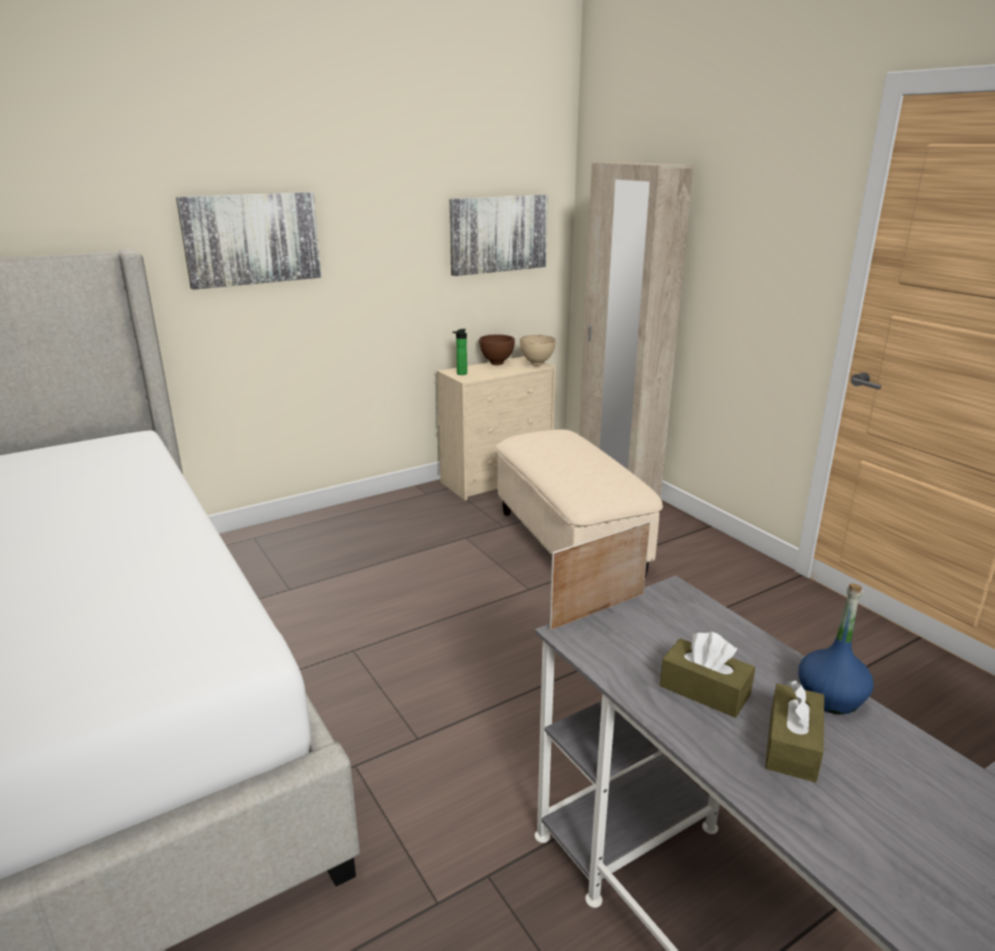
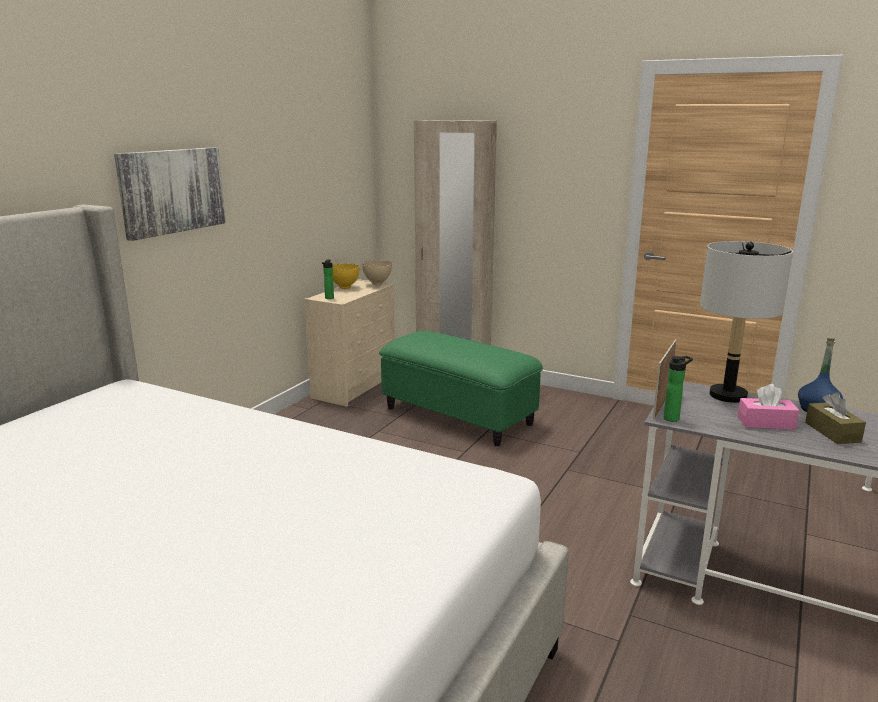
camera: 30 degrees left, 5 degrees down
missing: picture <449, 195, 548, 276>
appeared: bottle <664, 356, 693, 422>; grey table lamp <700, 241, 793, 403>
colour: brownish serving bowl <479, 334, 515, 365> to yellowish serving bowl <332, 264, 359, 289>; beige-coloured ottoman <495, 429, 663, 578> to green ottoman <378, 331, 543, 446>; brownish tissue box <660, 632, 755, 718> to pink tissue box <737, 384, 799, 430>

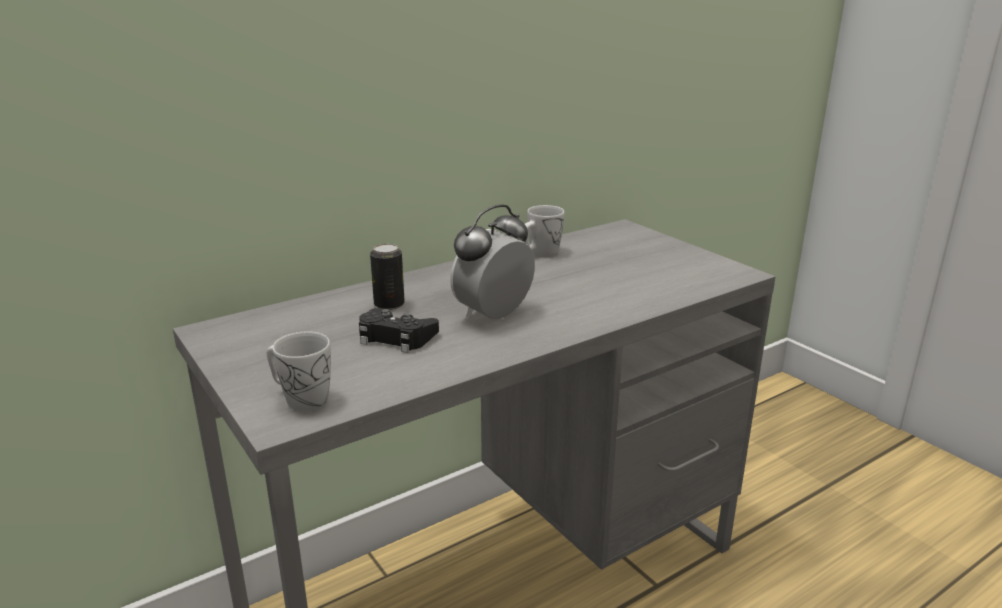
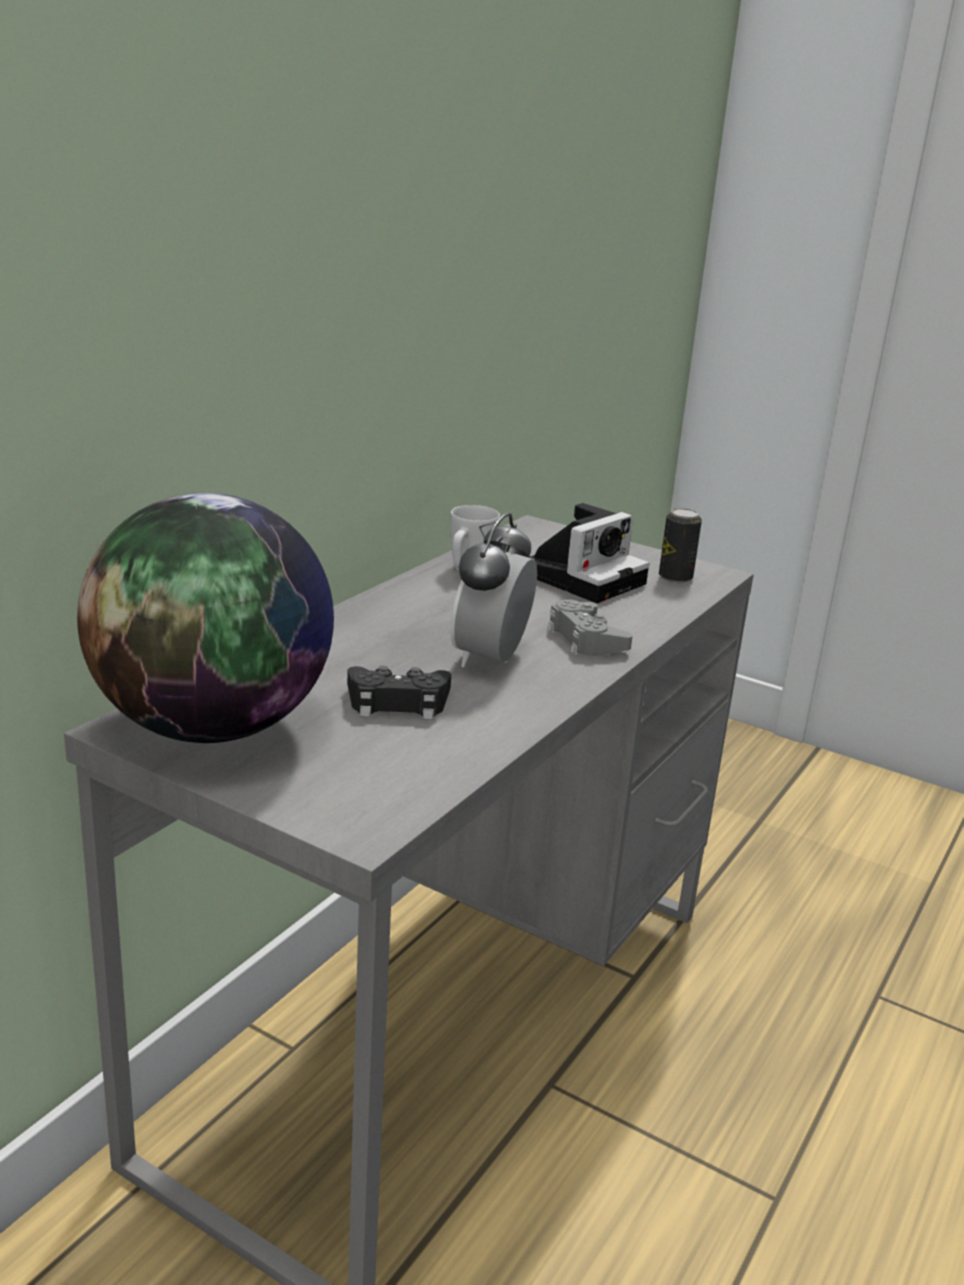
camera: 25 degrees left, 0 degrees up
missing: white-coloured tea mug <266, 331, 331, 411>
appeared: globe <77, 493, 334, 743>; photo camera <529, 503, 649, 603>; grey gamepad <547, 599, 633, 656>
relocated: sealed can <370, 244, 405, 310> to <659, 508, 702, 583>

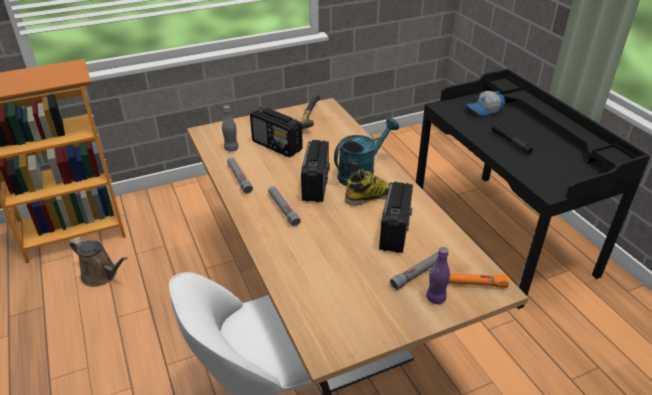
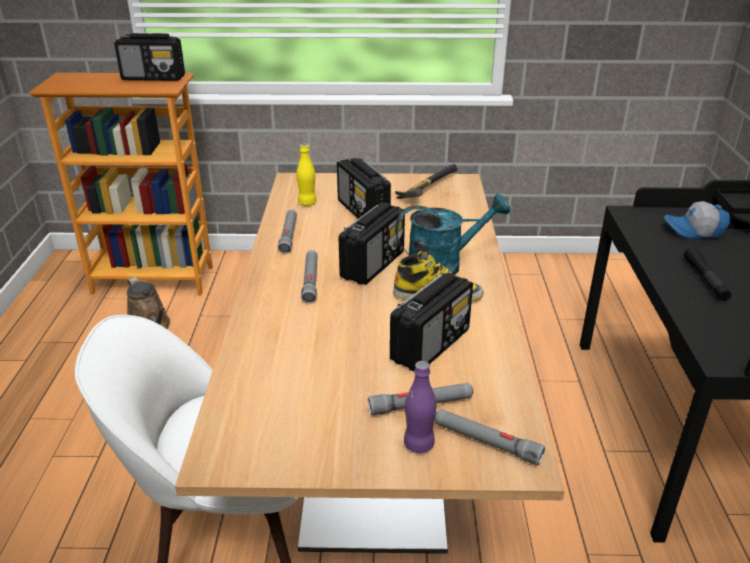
camera: 25 degrees right, 5 degrees down
appeared: radio set <114, 33, 185, 81>
colour: grey bottle <222, 105, 239, 152> to yellowish bottle <296, 144, 317, 206>; orangey torch <448, 273, 509, 288> to grey torch <434, 409, 545, 465>

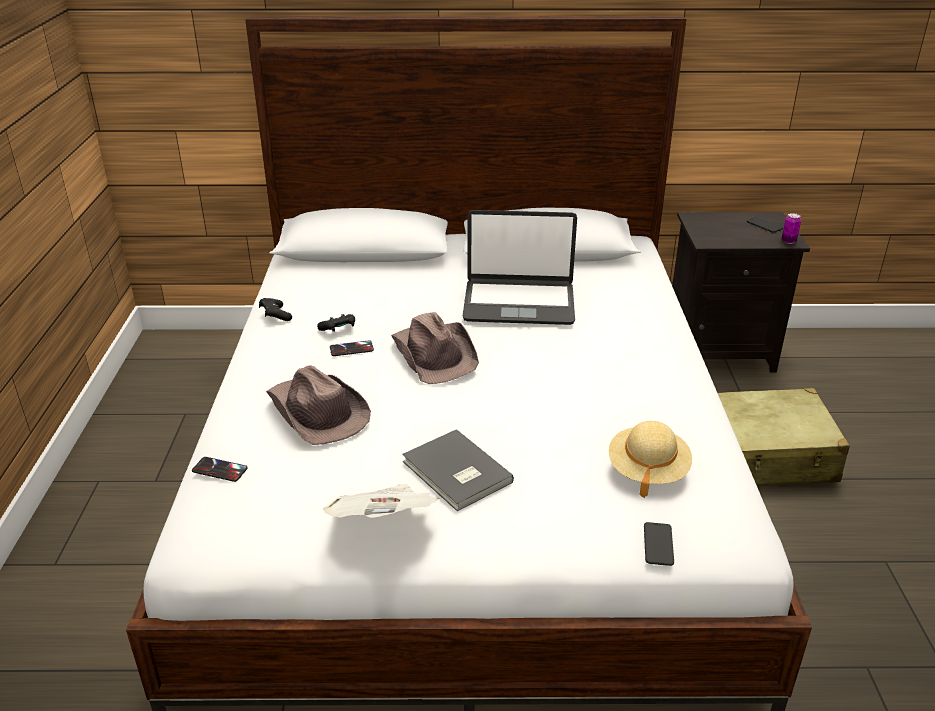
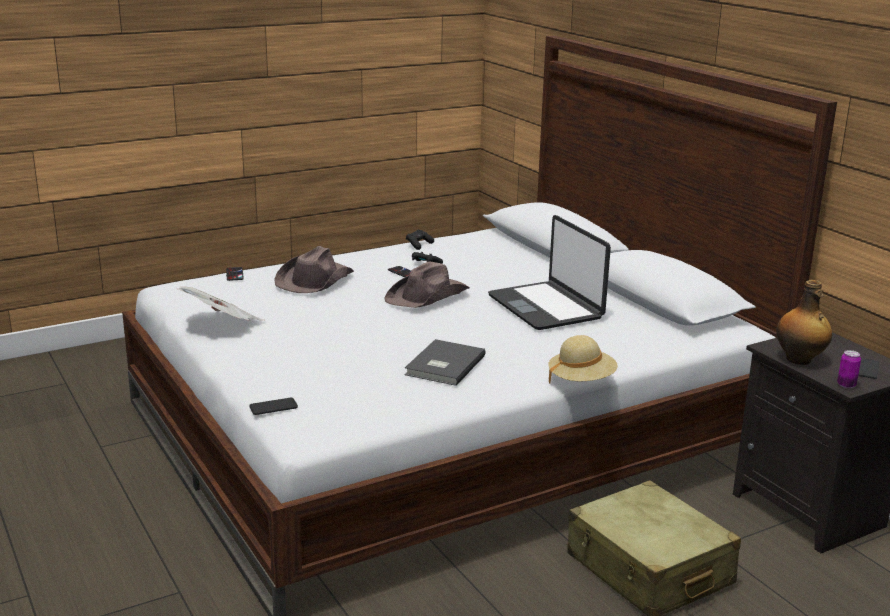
camera: 60 degrees right, 10 degrees down
appeared: bottle <776, 280, 832, 365>
relocated: grey bound book <402, 429, 514, 511> to <405, 339, 486, 386>; beige-coloured clothing hat <609, 421, 692, 498> to <548, 335, 618, 384>

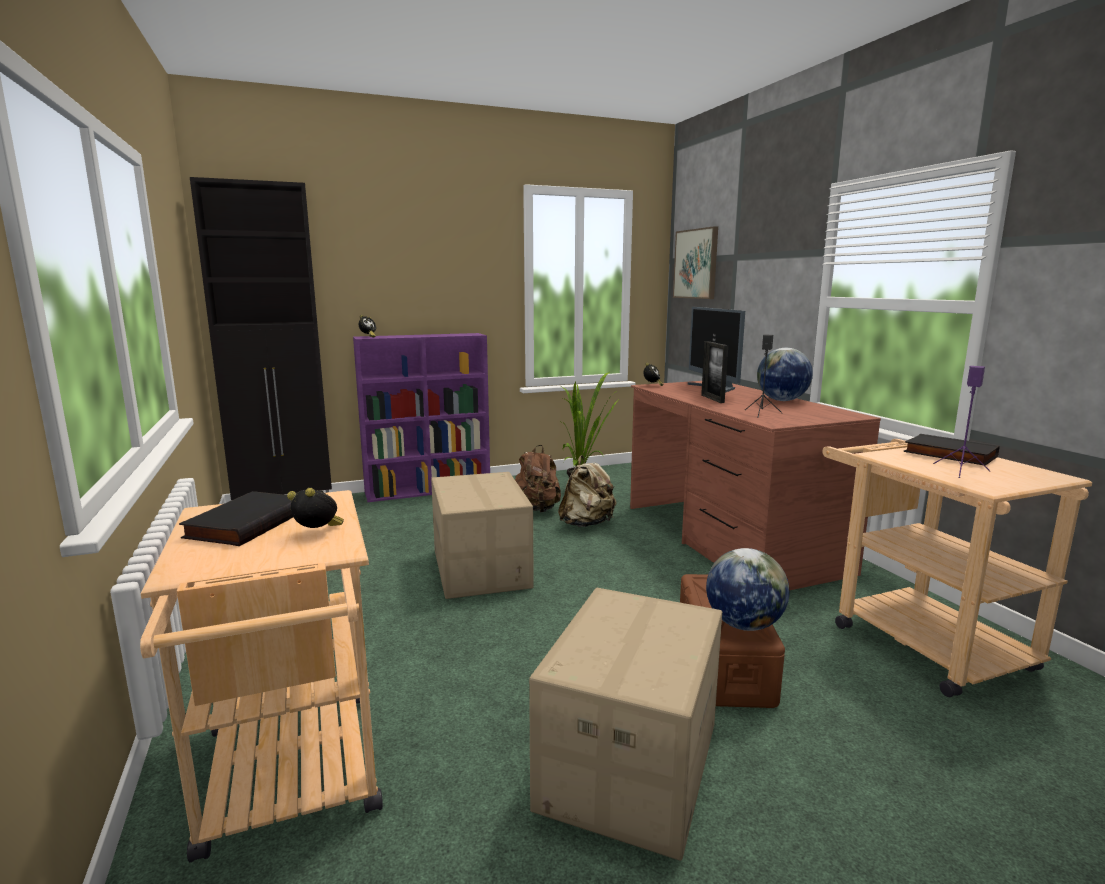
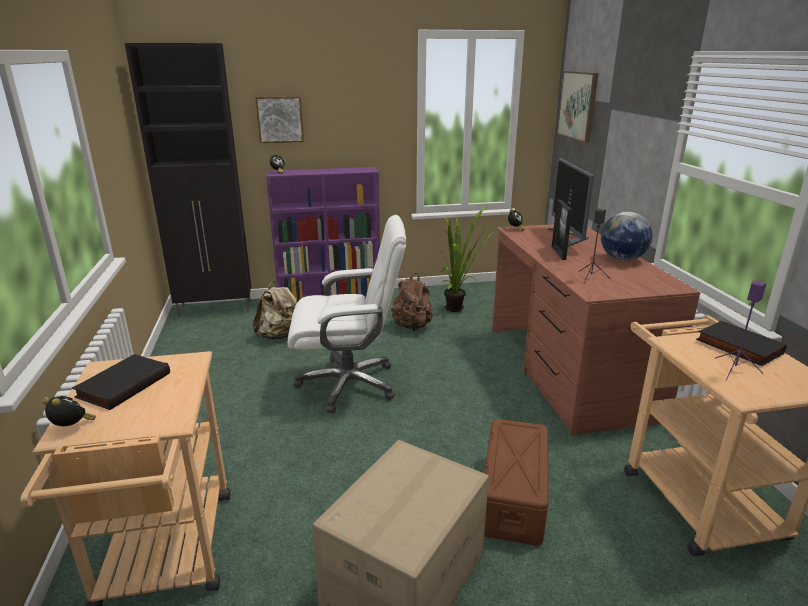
camera: 10 degrees right, 10 degrees up
missing: globe <706, 548, 790, 631>
appeared: picture <255, 96, 304, 143>
relocated: bedside clock <287, 488, 344, 528> to <42, 396, 96, 426>; beige-coloured rucksack <558, 455, 617, 527> to <253, 281, 296, 340>
exchanged: packing box <431, 472, 534, 599> to white-coloured computer chair <288, 215, 406, 413>

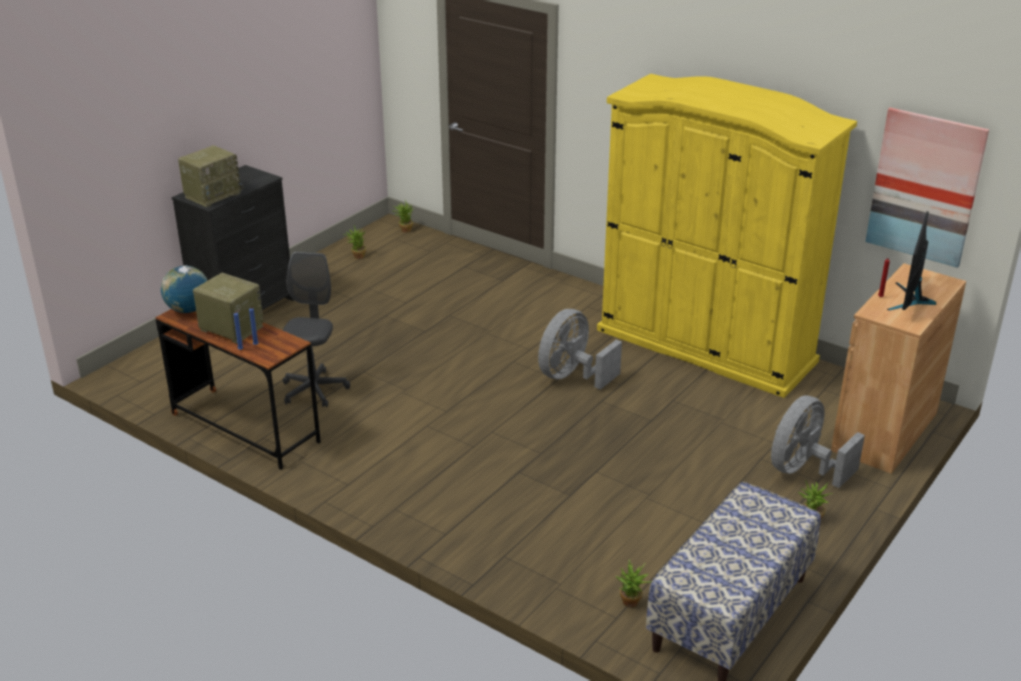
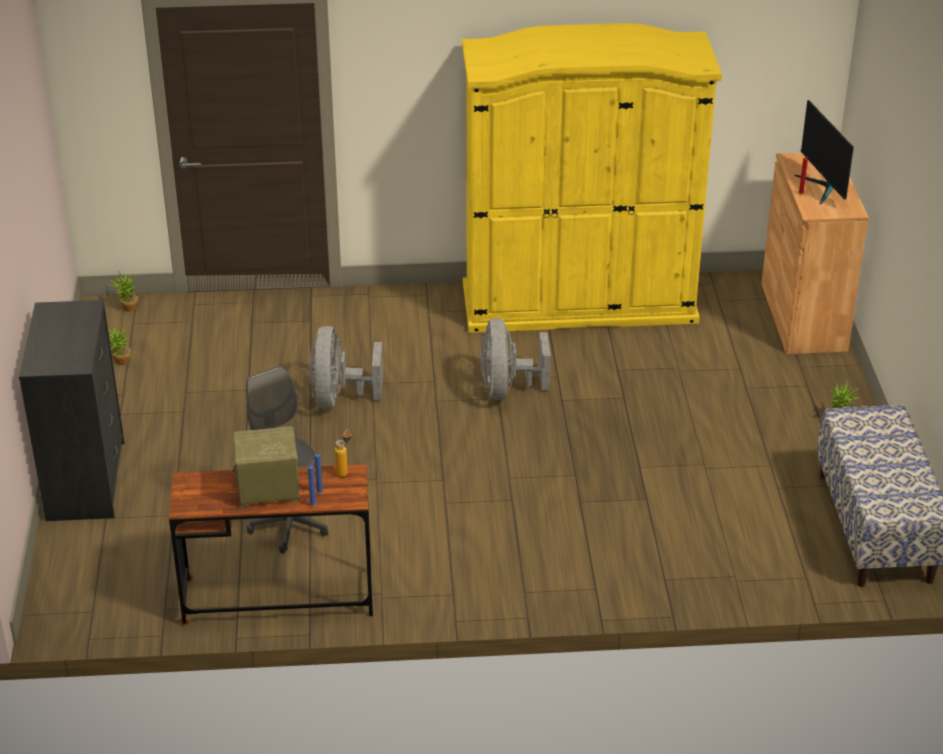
camera: 40 degrees left, 5 degrees up
missing: globe <161, 265, 208, 313>; radio set <178, 145, 243, 207>; houseplant <616, 560, 651, 608>; picture <865, 108, 989, 268>
appeared: bottle <335, 429, 351, 477>
relocated: grey fan <771, 395, 865, 488> to <309, 326, 383, 408>

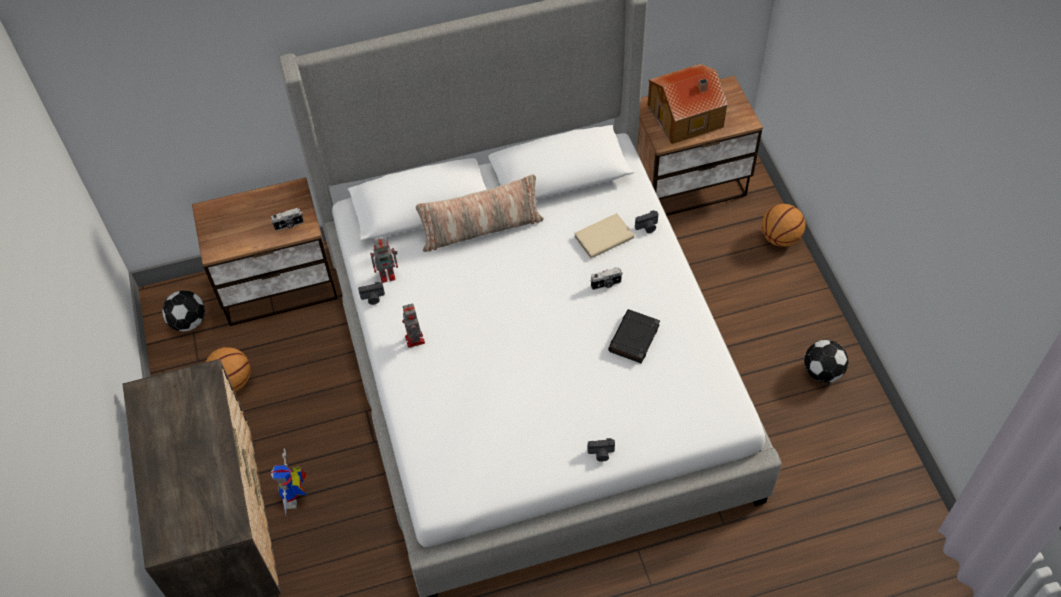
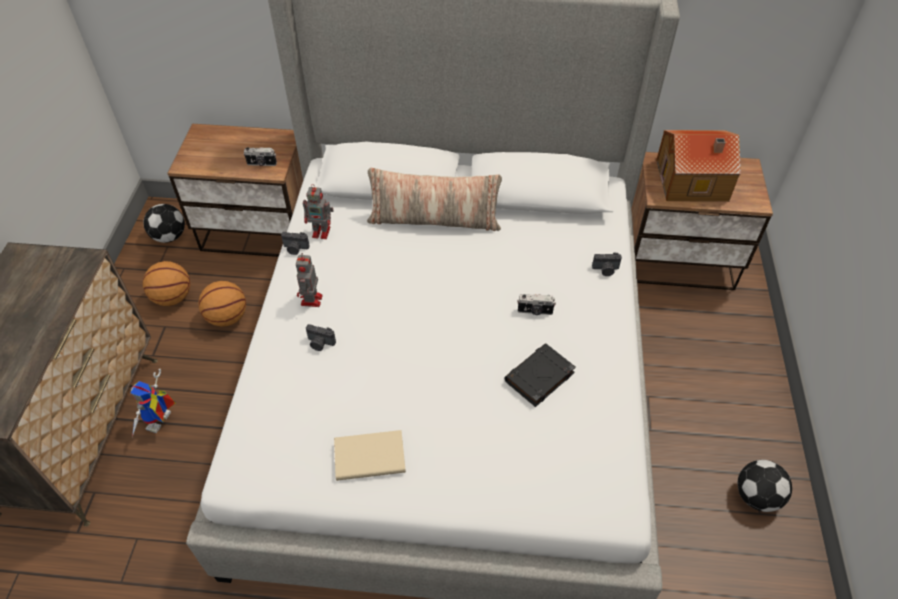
camera: 20 degrees right, 5 degrees down
relocated: ball for basketball <762, 204, 805, 247> to <198, 281, 246, 327>; photo camera <587, 438, 615, 462> to <306, 324, 336, 351>; beige-coloured bound book <574, 213, 634, 259> to <334, 430, 406, 481>

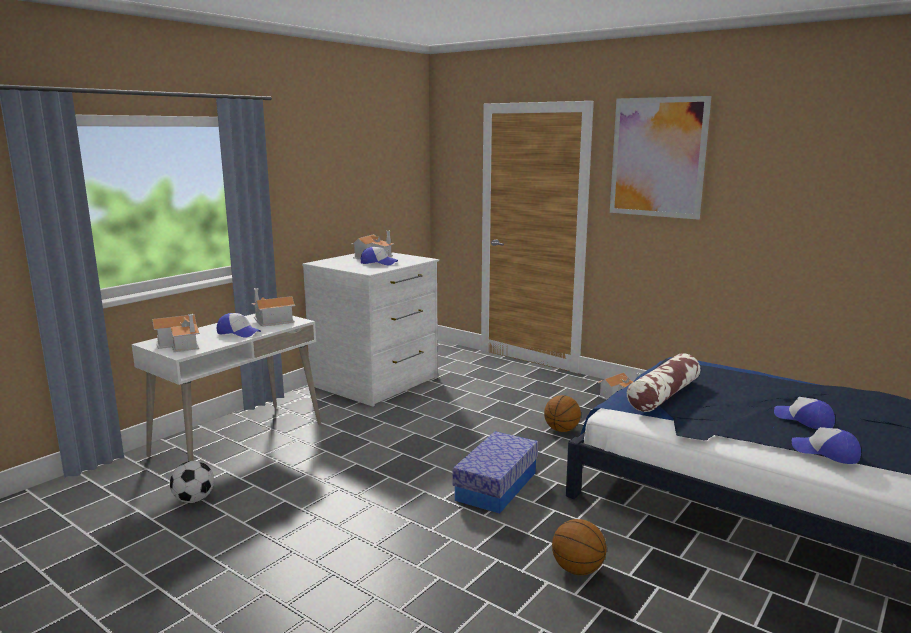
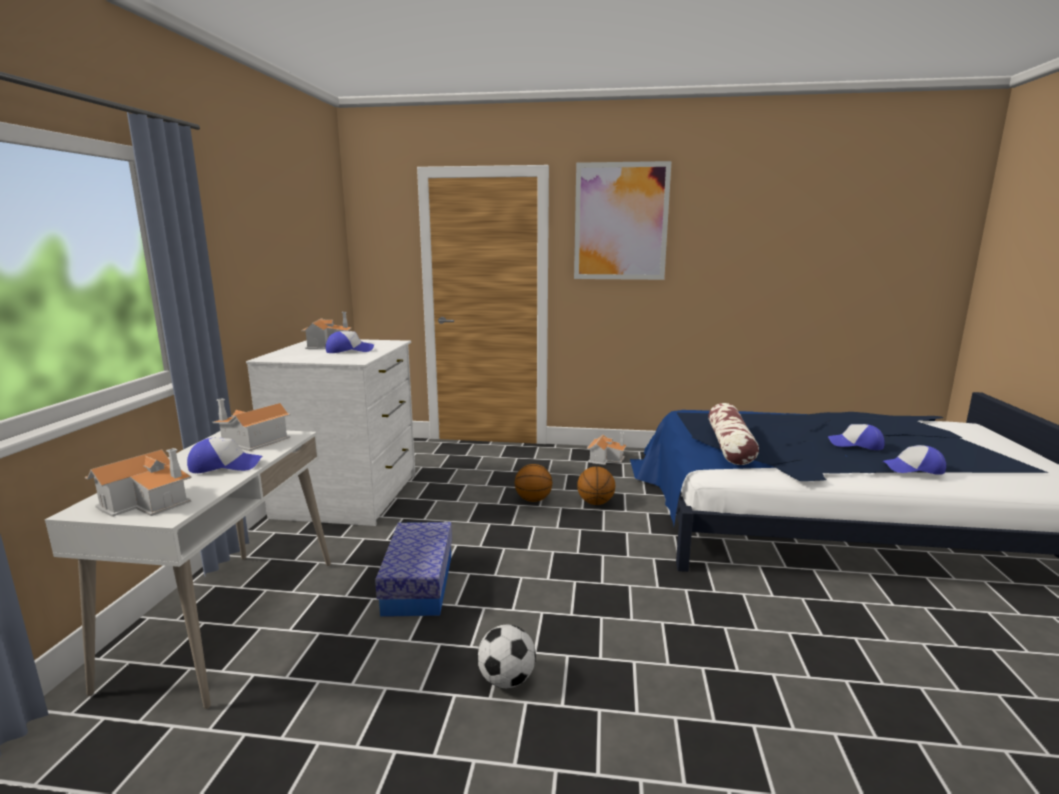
camera: 30 degrees left, 0 degrees up
relocated: storage box <453, 431, 538, 514> to <375, 522, 452, 617>; football ball <170, 461, 214, 503> to <477, 625, 536, 688>; ball for basketball <552, 519, 607, 575> to <515, 464, 552, 502>

